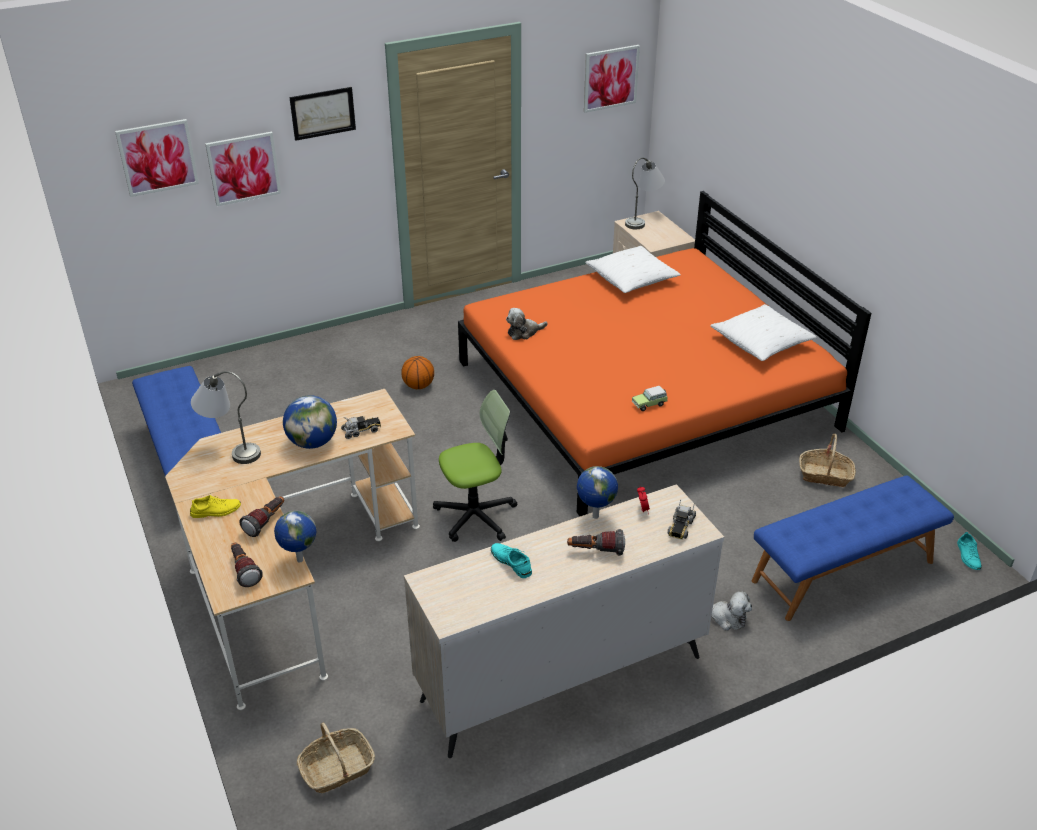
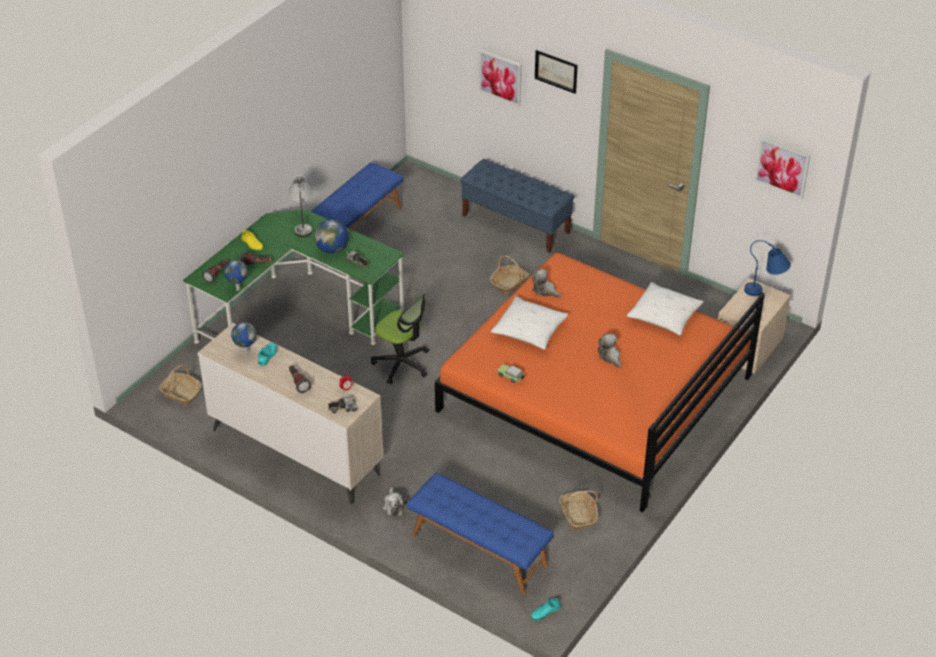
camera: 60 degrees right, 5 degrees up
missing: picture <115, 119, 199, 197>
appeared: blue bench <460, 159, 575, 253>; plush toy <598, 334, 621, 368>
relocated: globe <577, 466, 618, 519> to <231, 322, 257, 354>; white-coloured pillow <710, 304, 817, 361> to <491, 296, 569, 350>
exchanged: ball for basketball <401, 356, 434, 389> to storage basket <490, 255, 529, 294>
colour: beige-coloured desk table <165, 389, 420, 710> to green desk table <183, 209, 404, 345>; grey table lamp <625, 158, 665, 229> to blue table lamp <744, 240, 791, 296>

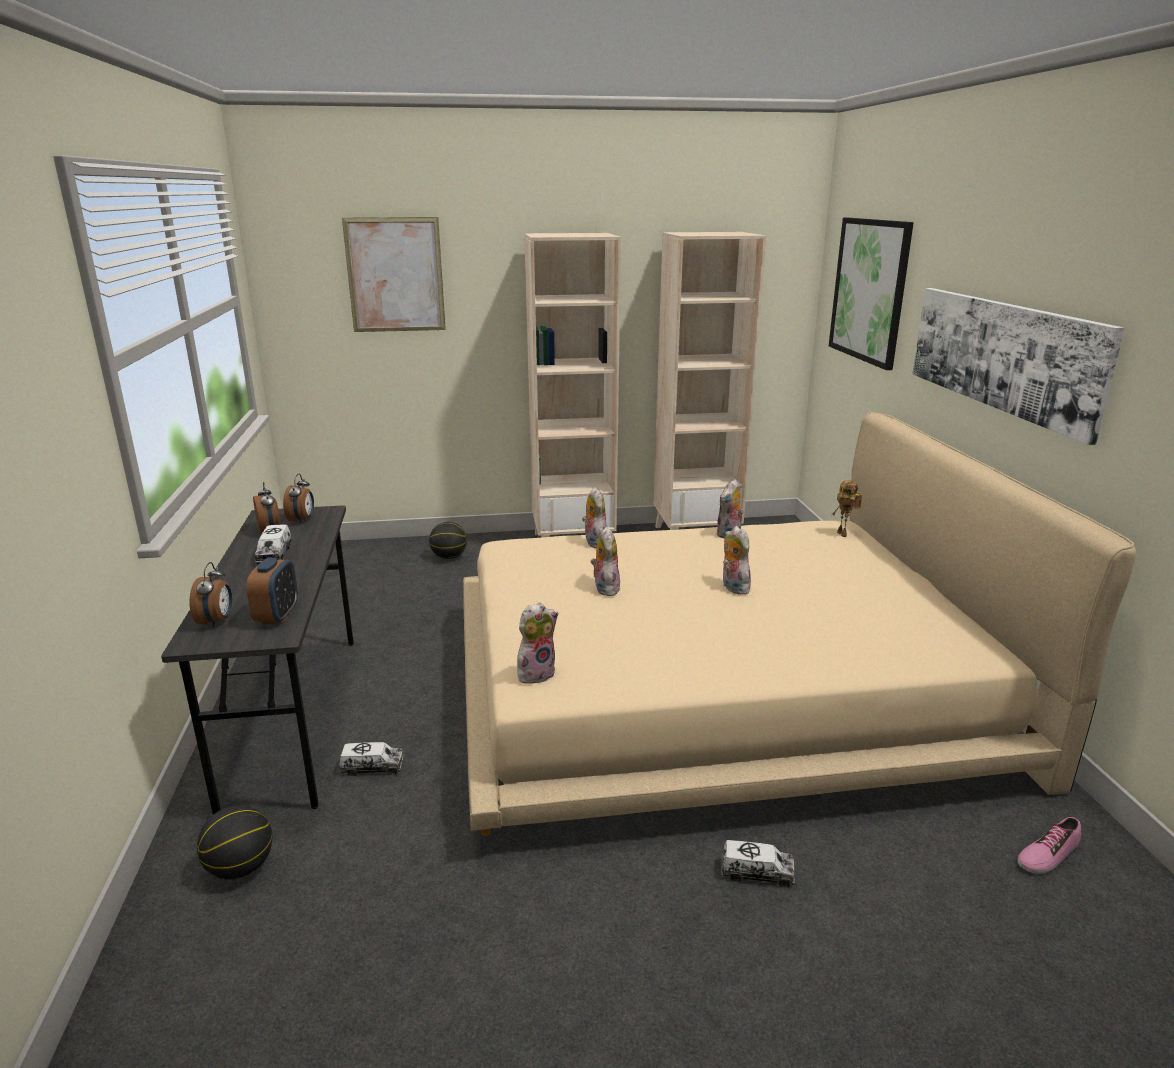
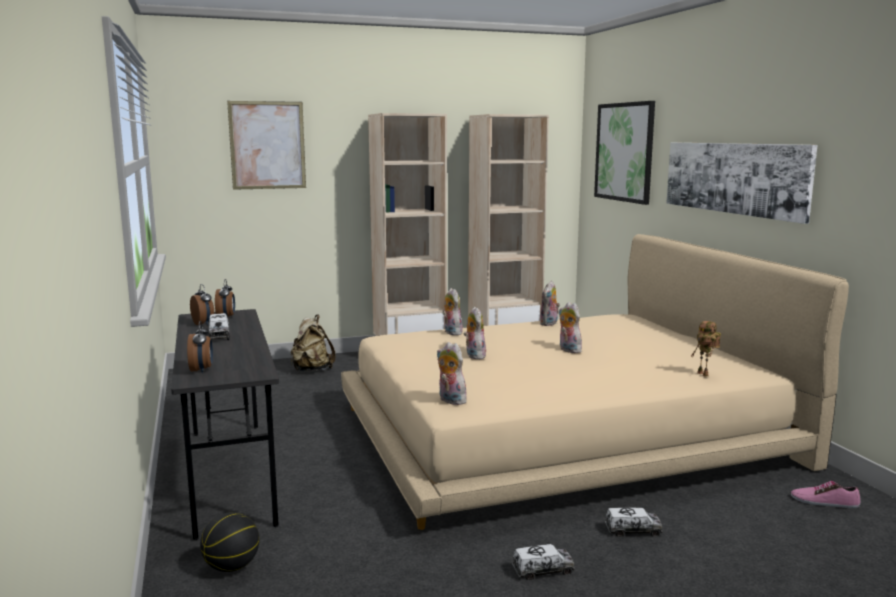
camera: 10 degrees left, 10 degrees down
missing: bedside clock <246, 558, 298, 624>
relocated: model truck <339, 742, 403, 776> to <512, 544, 575, 580>; model robot <832, 480, 863, 537> to <692, 321, 721, 377>
exchanged: ball for basketball <429, 522, 467, 559> to beige-coloured rucksack <291, 315, 336, 371>
spun: plush toy <517, 602, 558, 684> = <437, 342, 468, 405> 90 degrees counterclockwise; item of footwear <1017, 817, 1081, 874> = <791, 481, 861, 508> 60 degrees clockwise

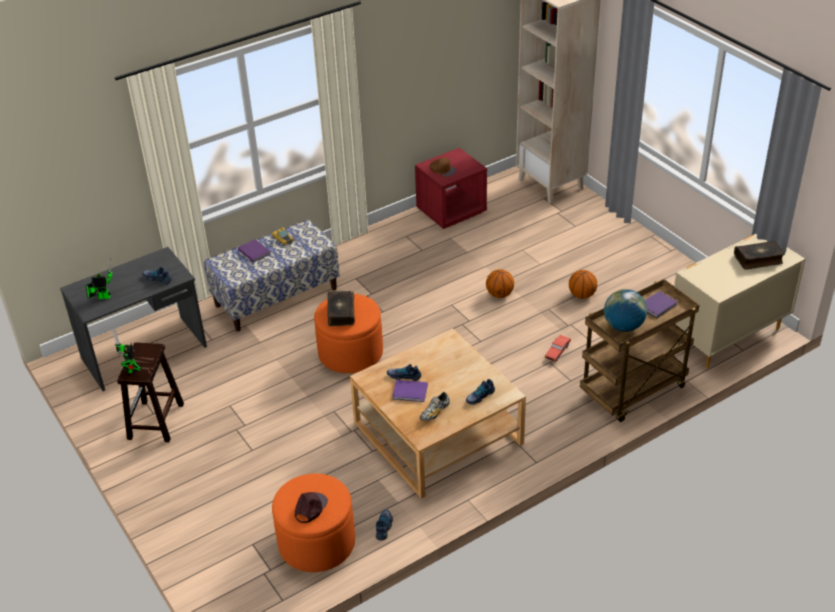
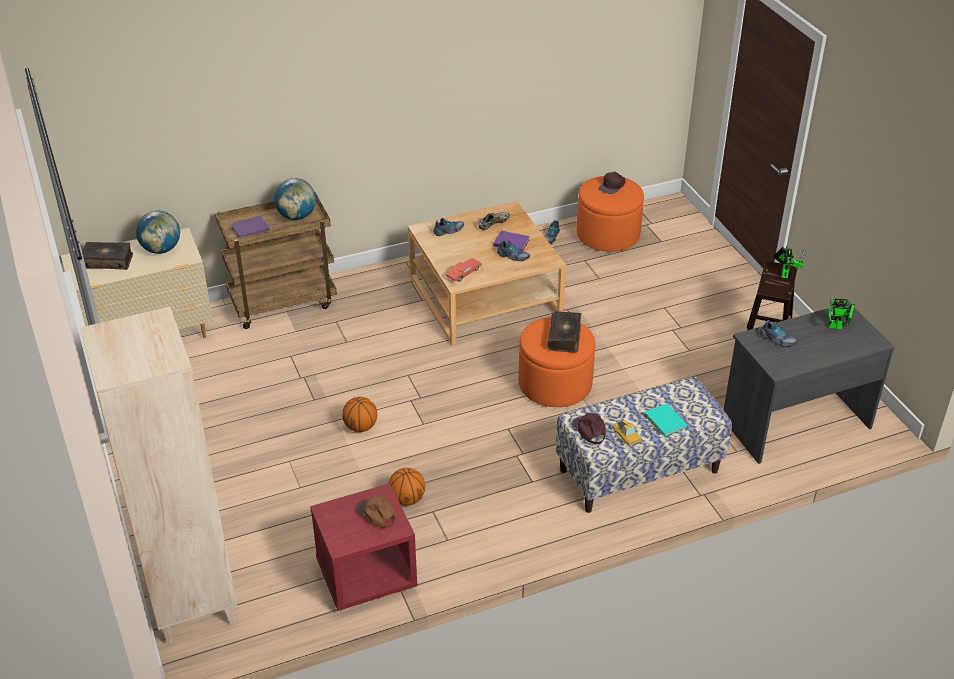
camera: 170 degrees left, 0 degrees up
appeared: globe <136, 211, 180, 254>; brownish baseball cap <574, 413, 606, 444>
relocated: ball for basketball <569, 270, 597, 299> to <388, 468, 426, 506>; red miniature car <545, 335, 571, 362> to <446, 258, 482, 282>
colour: purple bound book <238, 239, 271, 263> to turquoise bound book <644, 403, 688, 437>

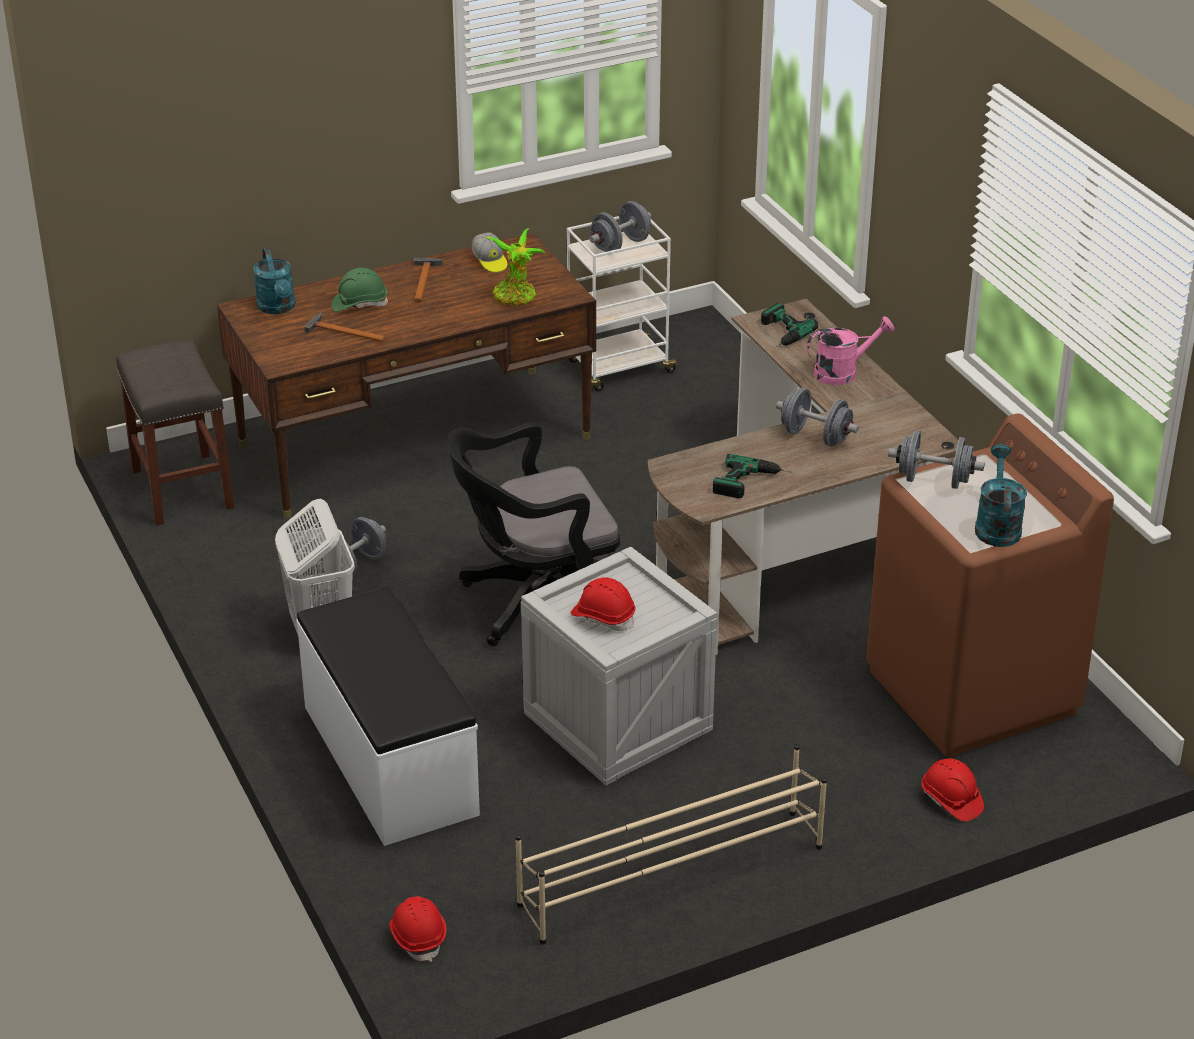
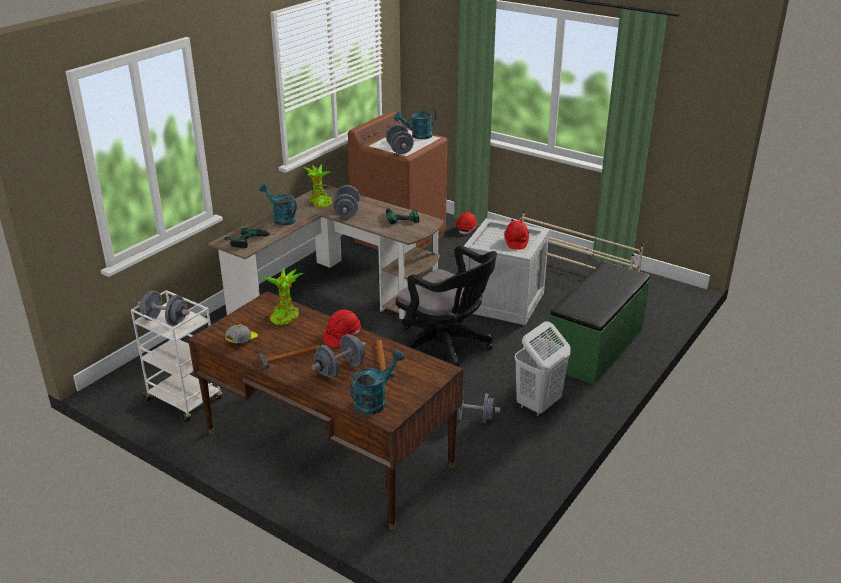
camera: 120 degrees left, 5 degrees down
missing: grey sitting stool <116, 340, 234, 526>
appeared: houseplant <303, 164, 332, 208>
relocated: red hard hat <389, 896, 446, 962> to <323, 310, 361, 347>
exchanged: green hard hat <331, 268, 388, 312> to grey free weight <312, 334, 367, 378>
colour: pink watering pot <807, 316, 894, 385> to turquoise watering pot <260, 184, 297, 225>; white-coloured bench <296, 587, 480, 846> to green bench <548, 261, 651, 385>

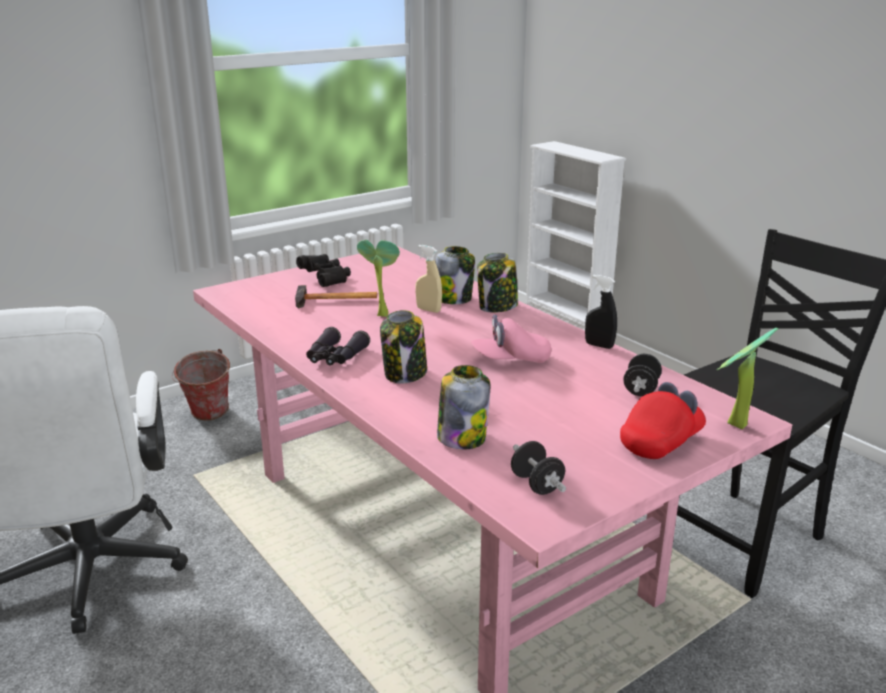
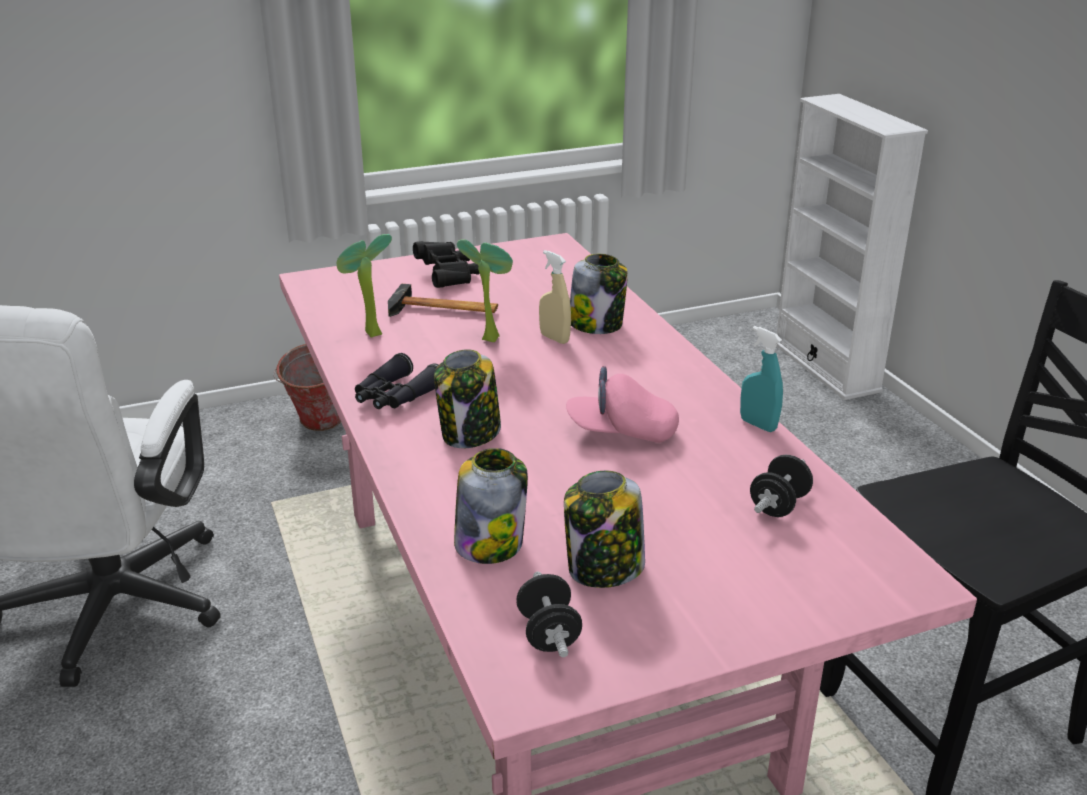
camera: 15 degrees right, 5 degrees up
missing: red baseball cap <620, 382, 706, 459>
relocated: houseplant <716, 328, 778, 429> to <337, 234, 392, 338>; storage jar <477, 253, 518, 313> to <564, 471, 645, 588>
colour: blackish hand sprayer <585, 275, 617, 349> to turquoise hand sprayer <740, 326, 783, 432>

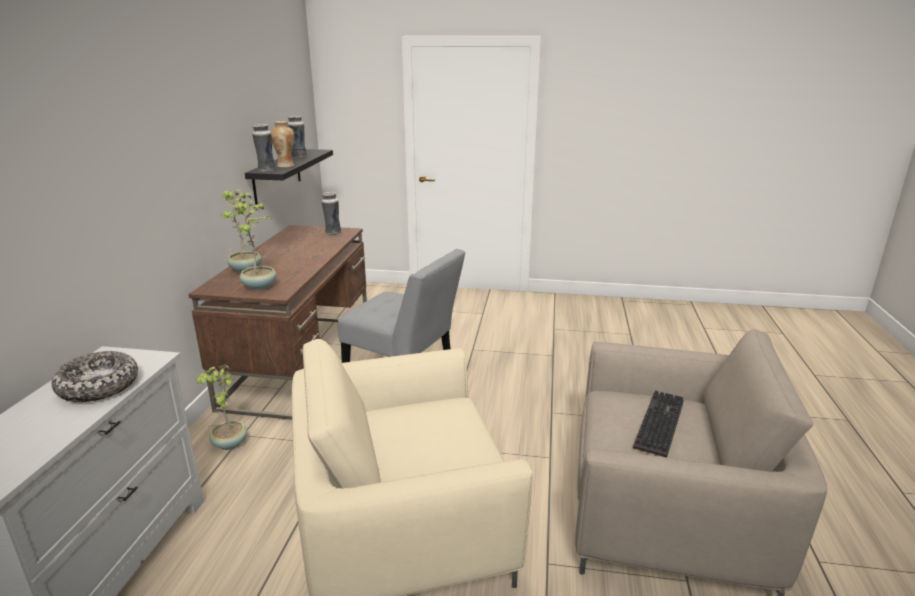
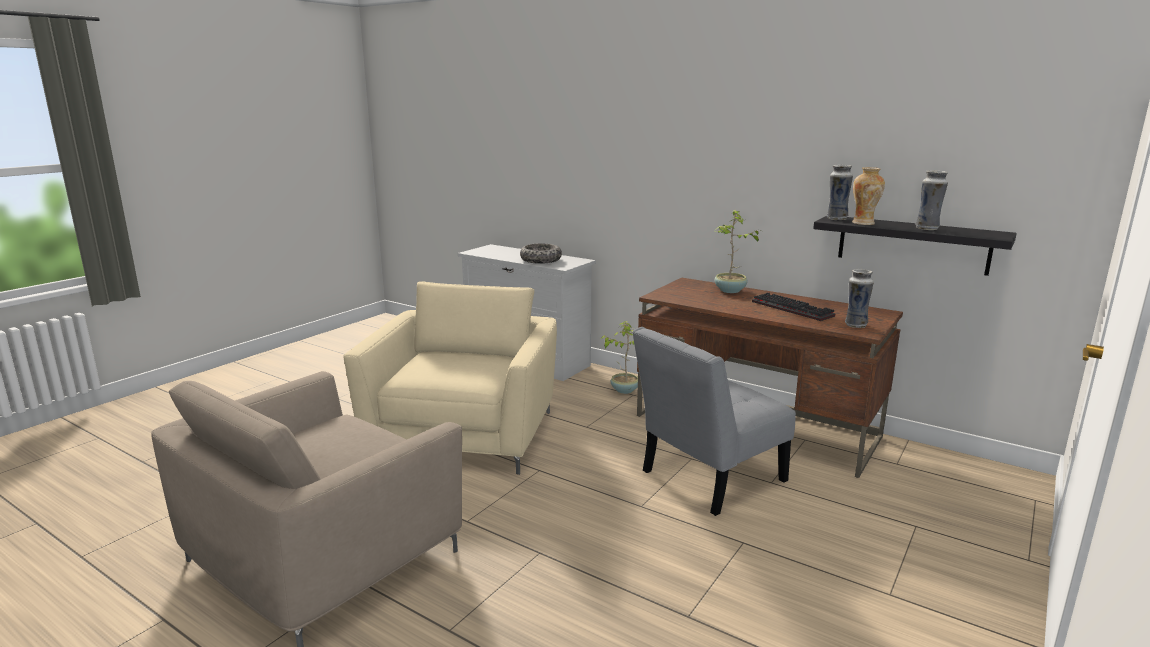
camera: 115 degrees right, 5 degrees down
missing: houseplant <235, 201, 276, 290>
relocated: PC keyboard <633, 390, 684, 457> to <752, 292, 835, 321>

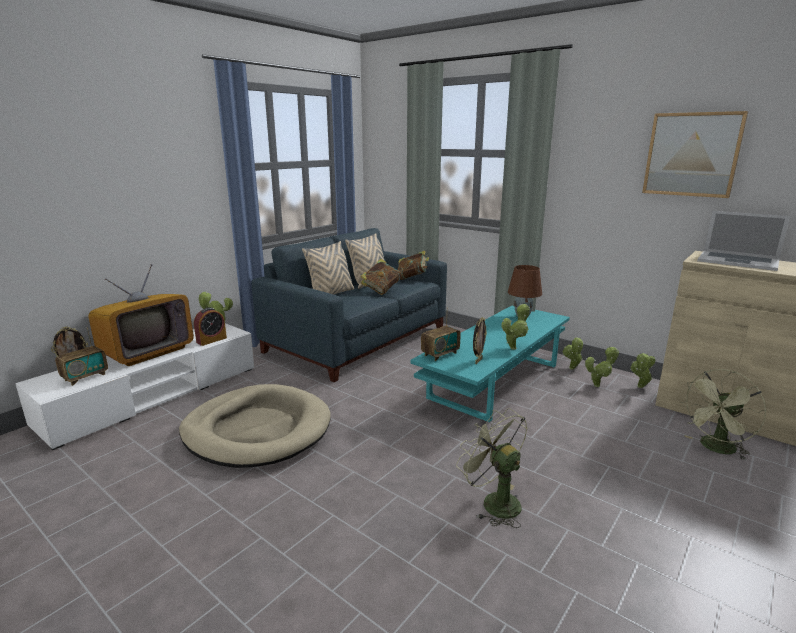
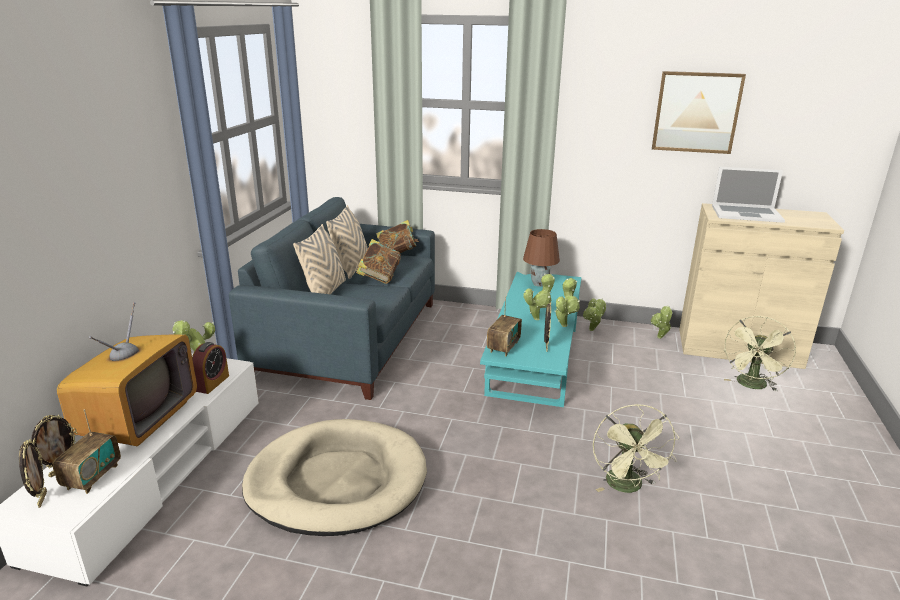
camera: 25 degrees left, 5 degrees up
appeared: photo frame <19, 439, 47, 508>
relocated: houseplant <585, 346, 619, 387> to <524, 274, 555, 320>
spun: green fan <456, 408, 528, 528> = <593, 404, 680, 493> 120 degrees counterclockwise

